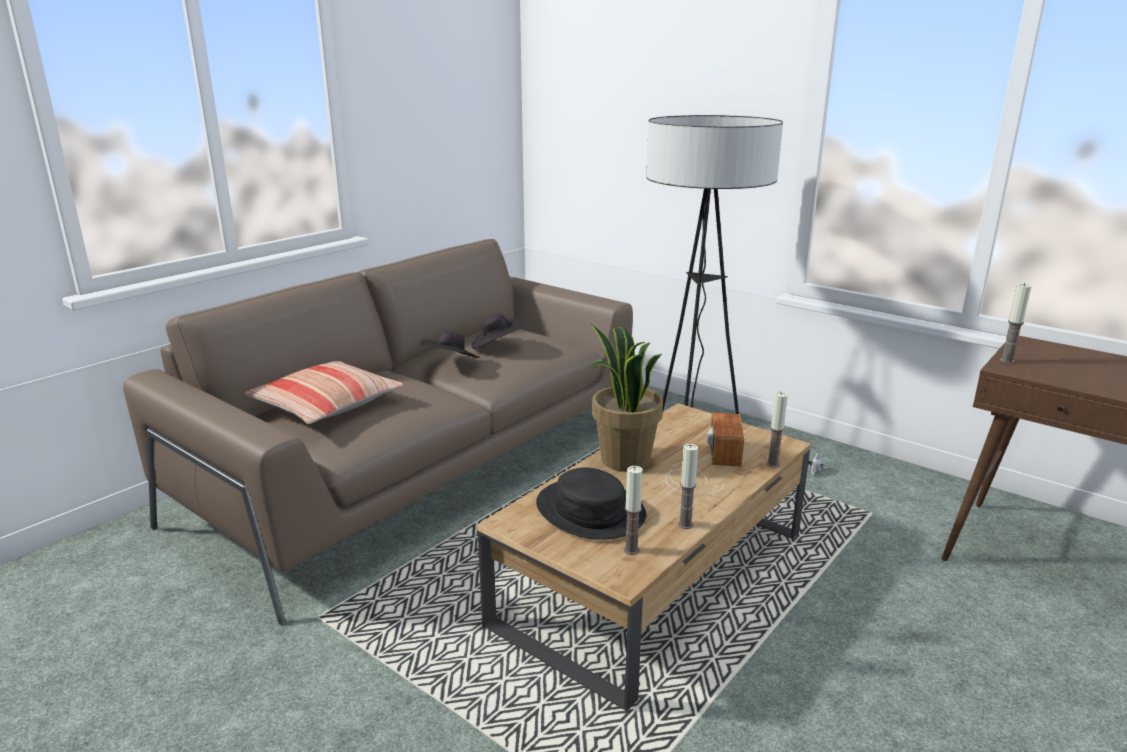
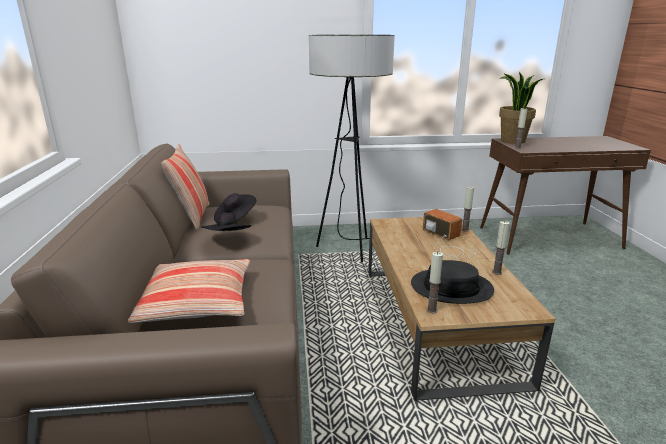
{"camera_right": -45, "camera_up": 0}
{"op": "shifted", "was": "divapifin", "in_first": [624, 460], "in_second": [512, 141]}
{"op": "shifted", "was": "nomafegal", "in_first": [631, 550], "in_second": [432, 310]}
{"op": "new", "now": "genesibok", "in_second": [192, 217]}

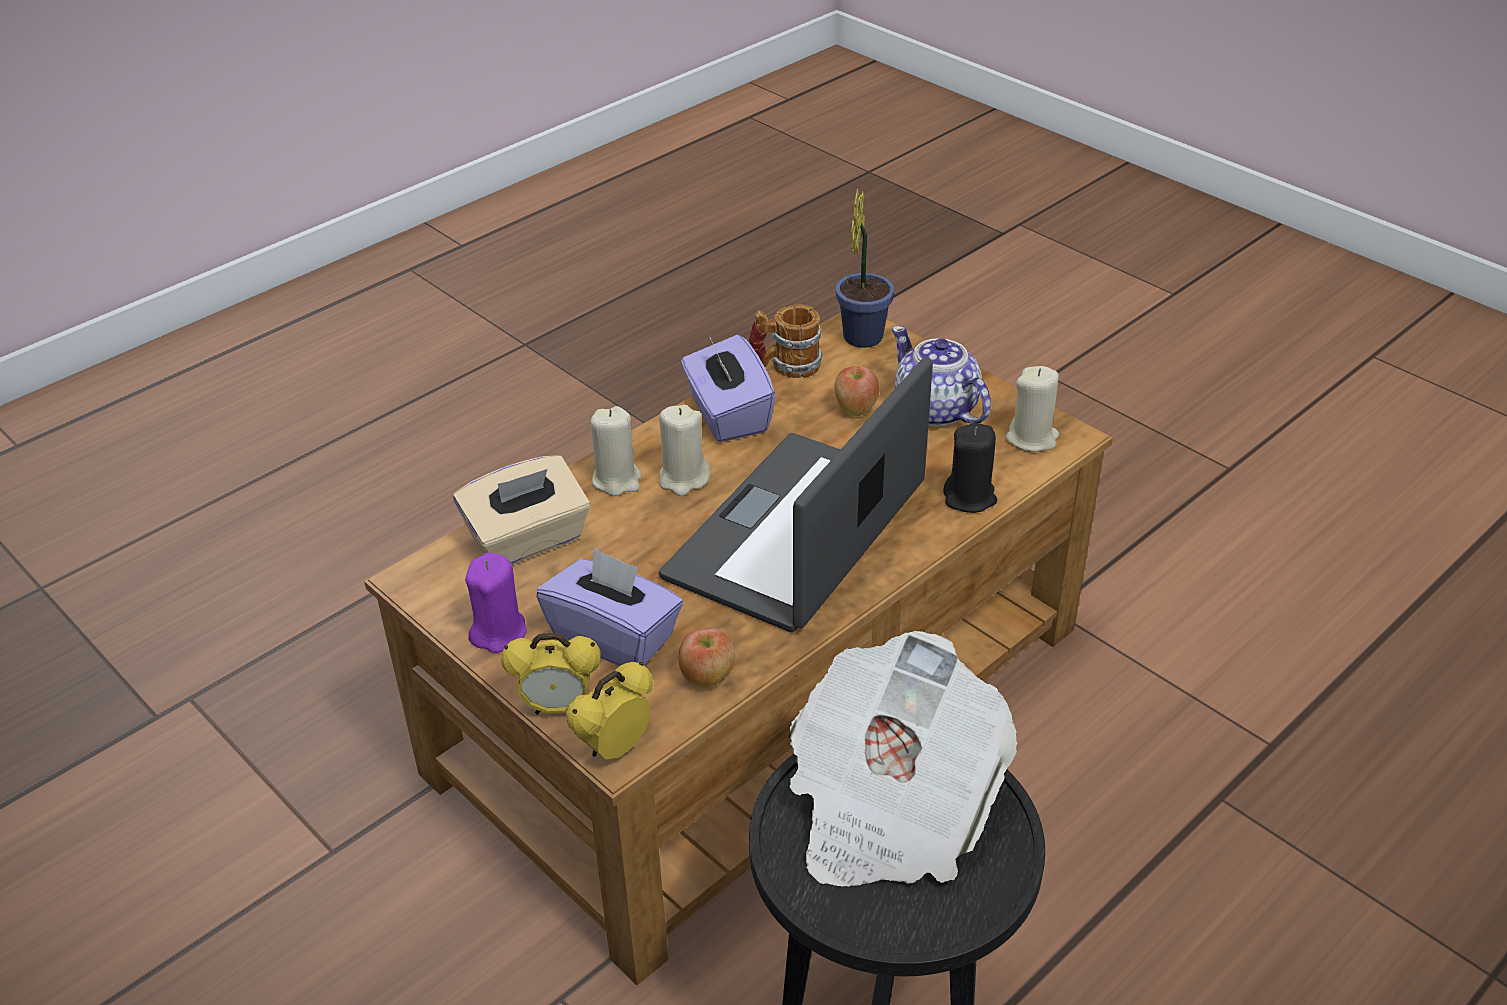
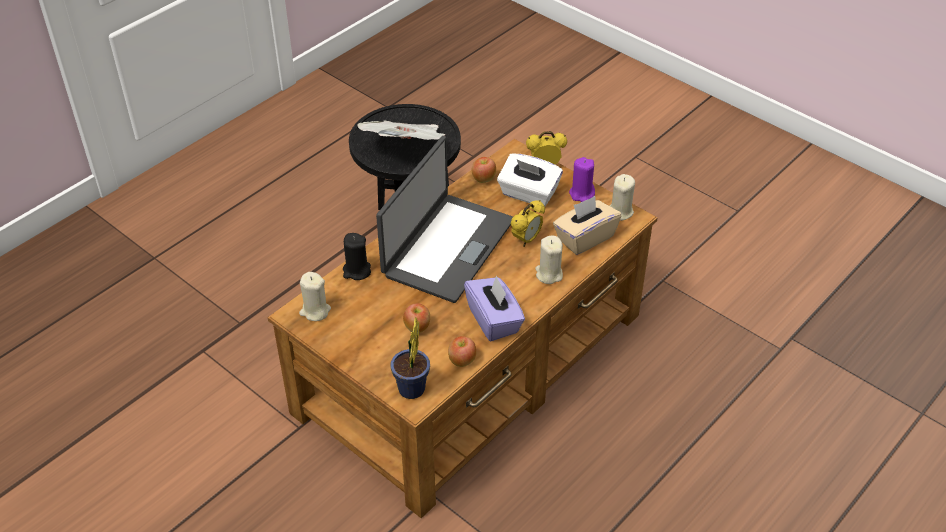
{"camera_right": 175, "camera_up": 5}
{"op": "repainted", "was": "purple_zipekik", "now": "white_zipekik", "in_first": [614, 637], "in_second": [528, 194]}
{"op": "shifted", "was": "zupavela", "in_first": [615, 749], "in_second": [526, 240]}
{"op": "shifted", "was": "beige_nomafegal", "in_first": [683, 478], "in_second": [620, 211]}
{"op": "swapped", "was": "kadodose", "now": "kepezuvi", "in_first": [785, 366], "in_second": [462, 361]}
{"op": "gone", "was": "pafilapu", "in_first": [936, 410]}

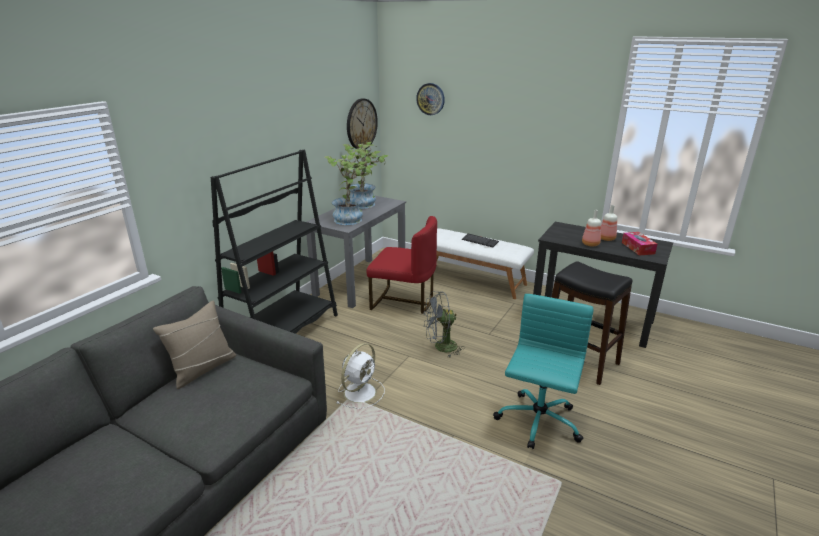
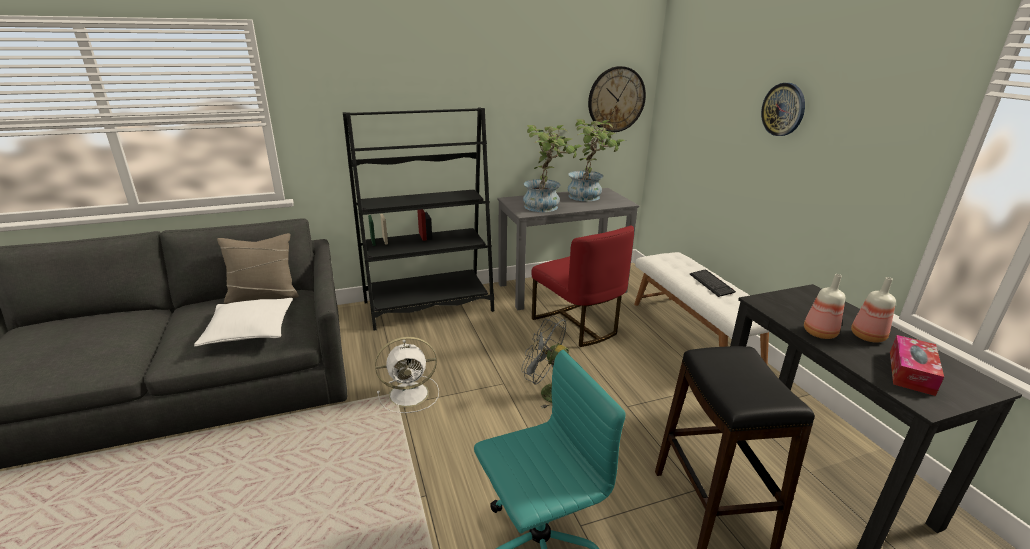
{"camera_right": 40, "camera_up": 0}
{"op": "shifted", "was": "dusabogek", "in_first": [430, 99], "in_second": [783, 109]}
{"op": "new", "now": "white_genesibok", "in_second": [249, 330]}

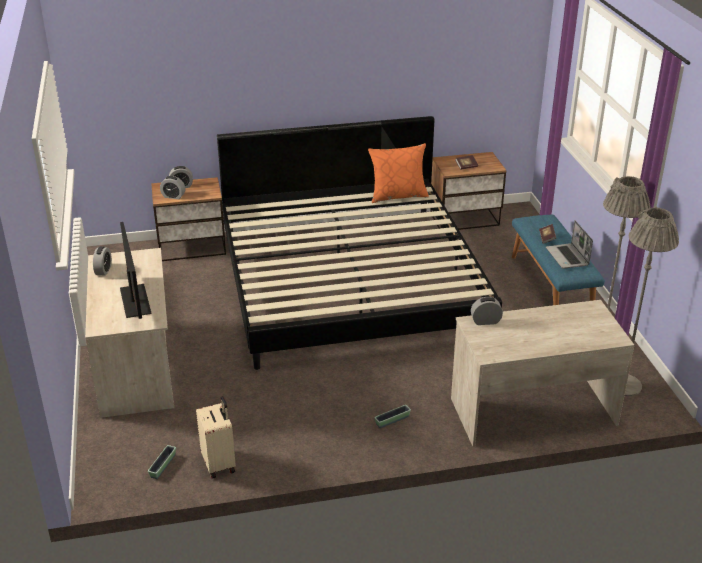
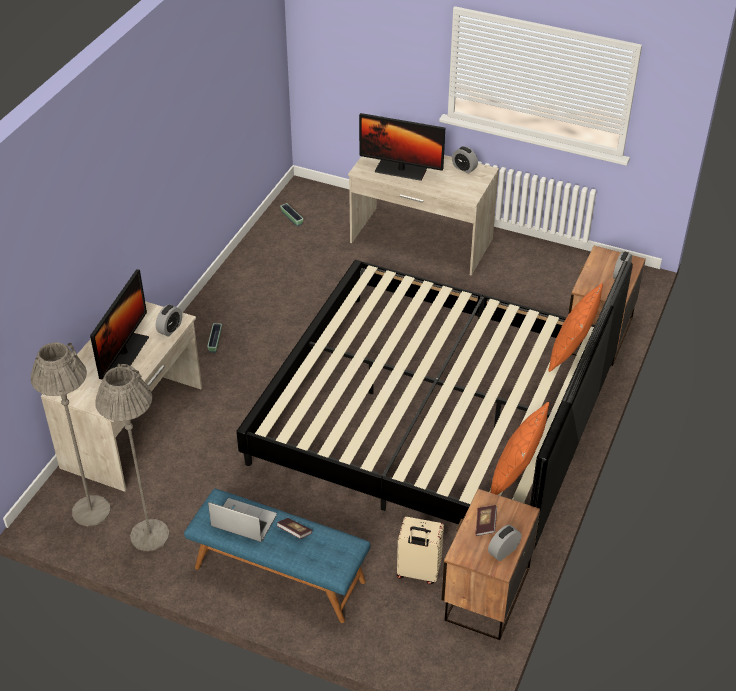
{"camera_right": 125, "camera_up": 10}
{"op": "shifted", "was": "zupavela", "in_first": [173, 196], "in_second": [503, 551]}
{"op": "shifted", "was": "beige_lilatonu", "in_first": [219, 463], "in_second": [418, 572]}
{"op": "new", "now": "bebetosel", "in_second": [125, 353]}
{"op": "new", "now": "orange_genesibok", "in_second": [571, 351]}

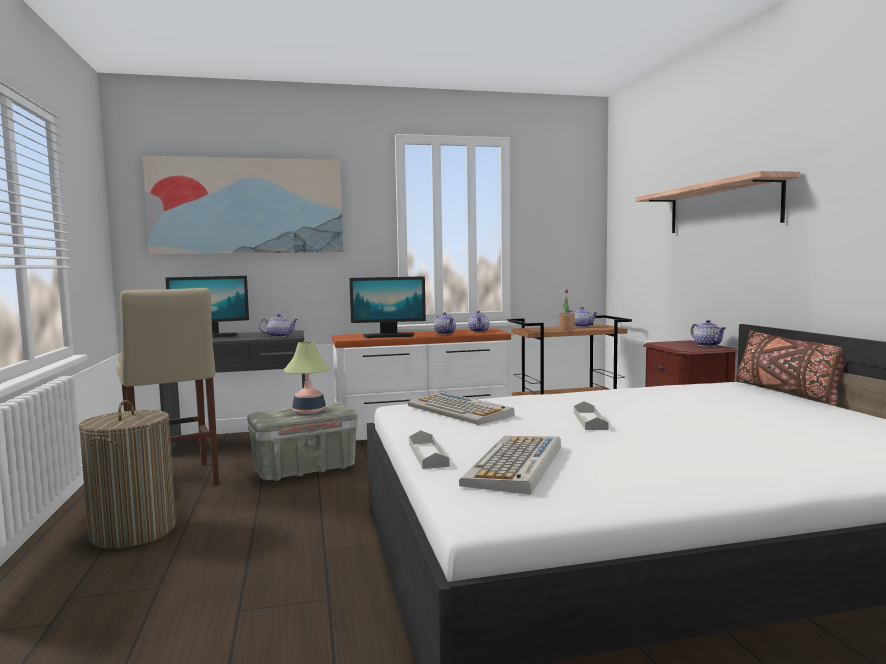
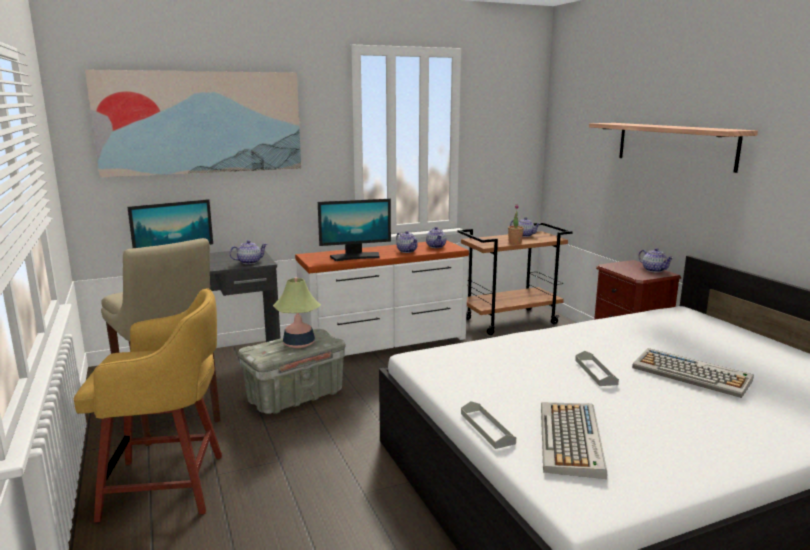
{"camera_right": -10, "camera_up": 10}
{"op": "swapped", "was": "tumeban", "now": "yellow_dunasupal", "in_first": [133, 531], "in_second": [168, 486]}
{"op": "shifted", "was": "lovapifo", "in_first": [460, 410], "in_second": [692, 374]}
{"op": "gone", "was": "brown_genesibok", "in_first": [787, 392]}

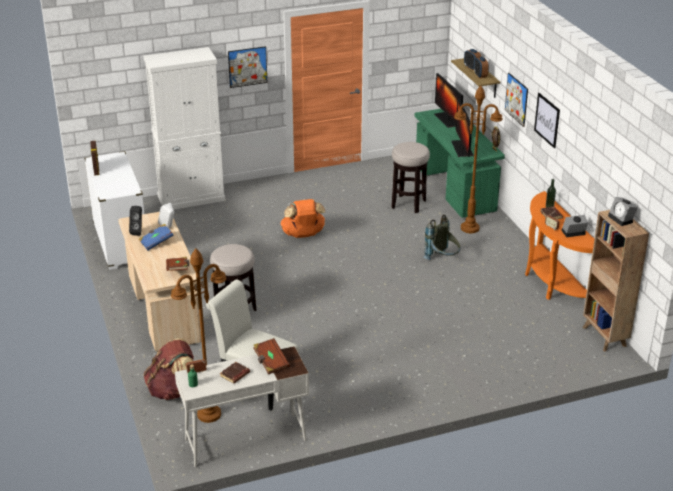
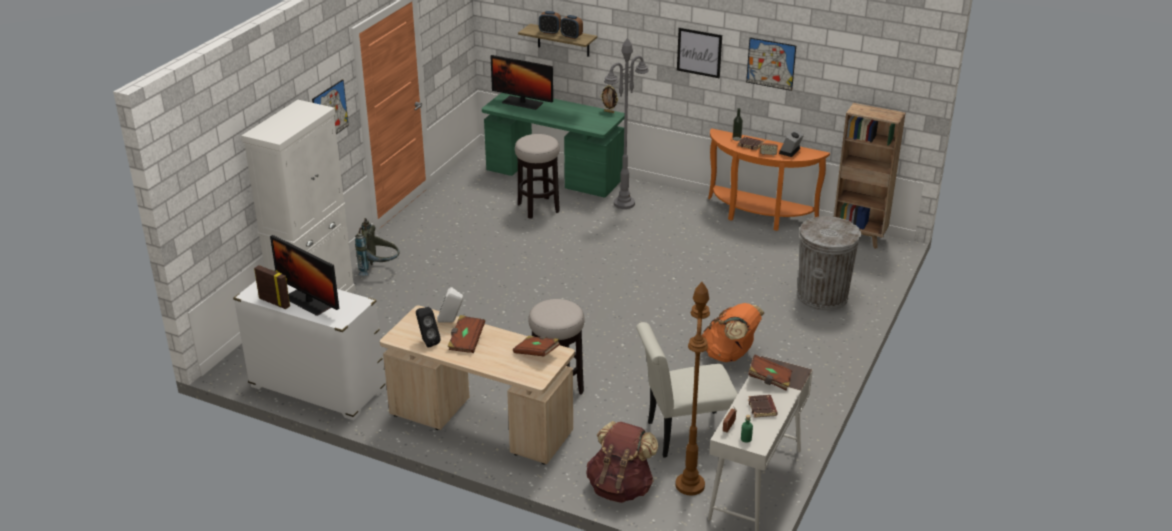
{"camera_right": -45, "camera_up": 0}
{"op": "repainted", "was": "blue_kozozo", "now": "brown_kozozo", "in_first": [156, 242], "in_second": [466, 341]}
{"op": "shifted", "was": "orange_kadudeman", "in_first": [303, 235], "in_second": [730, 355]}
{"op": "shifted", "was": "grey_kadudeman", "in_first": [443, 260], "in_second": [379, 269]}
{"op": "shifted", "was": "bebetosel", "in_first": [462, 148], "in_second": [308, 301]}
{"op": "repainted", "was": "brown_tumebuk", "now": "grey_tumebuk", "in_first": [469, 228], "in_second": [624, 204]}
{"op": "shifted", "was": "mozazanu", "in_first": [516, 99], "in_second": [771, 63]}
{"op": "gone", "was": "zupavela", "in_first": [621, 219]}
{"op": "new", "now": "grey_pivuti", "in_second": [822, 296]}

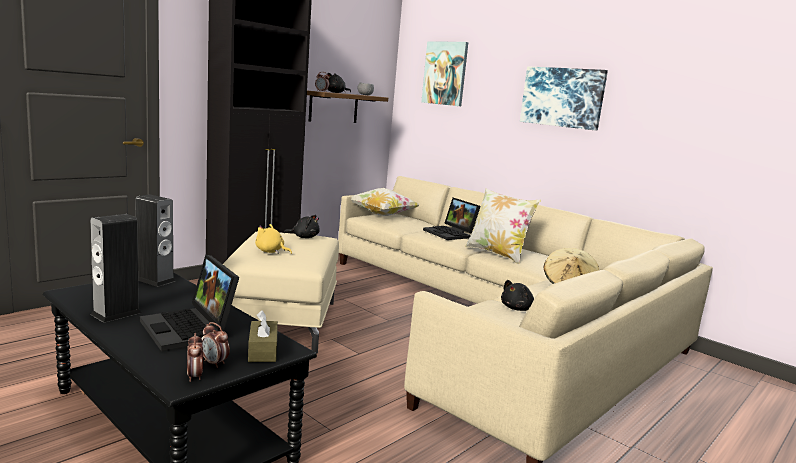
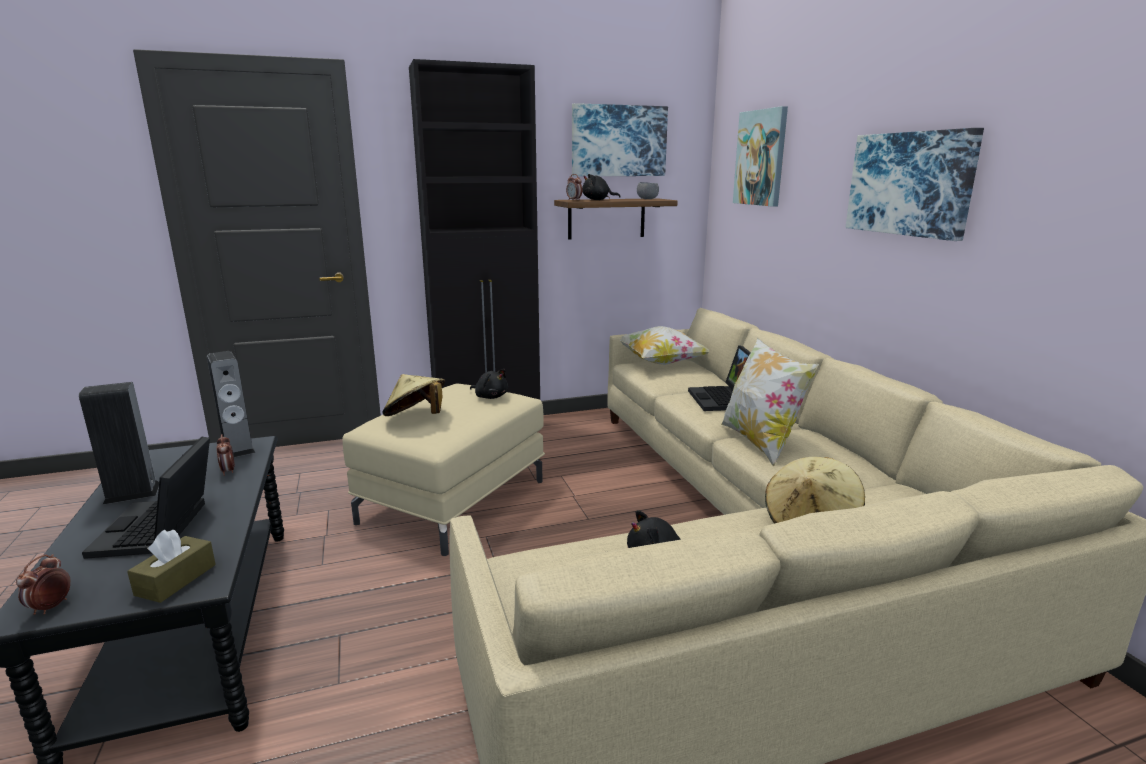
{"camera_right": 30, "camera_up": 5}
{"op": "shifted", "was": "zupavela", "in_first": [214, 363], "in_second": [228, 471]}
{"op": "swapped", "was": "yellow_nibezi", "now": "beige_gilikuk", "in_first": [271, 252], "in_second": [416, 417]}
{"op": "new", "now": "mozazanu", "in_second": [618, 141]}

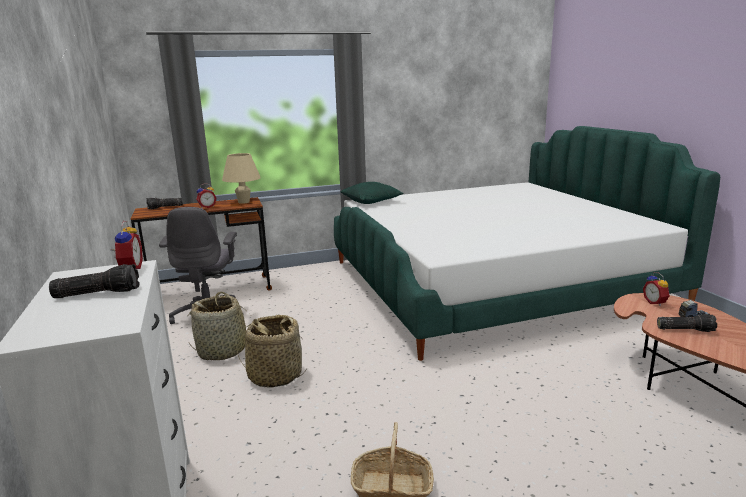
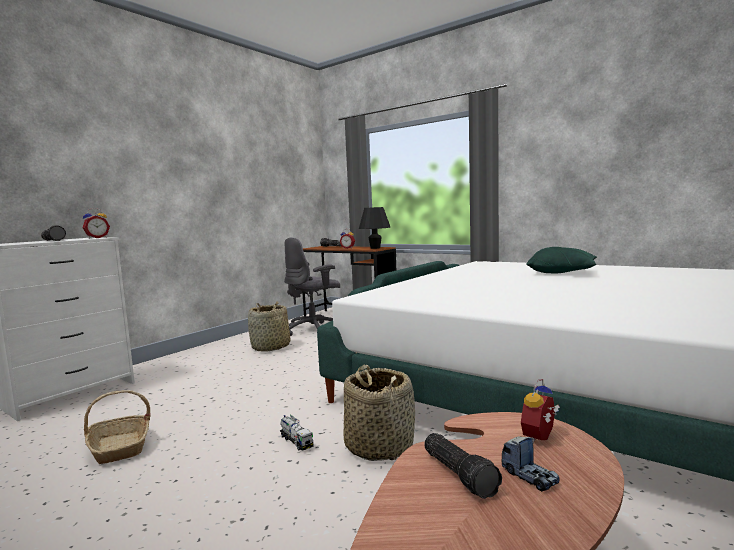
{"camera_right": 55, "camera_up": -10}
{"op": "repainted", "was": "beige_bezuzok", "now": "black_bezuzok", "in_first": [244, 202], "in_second": [375, 248]}
{"op": "shifted", "was": "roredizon", "in_first": [275, 375], "in_second": [379, 446]}
{"op": "shifted", "was": "green_genesibok", "in_first": [372, 201], "in_second": [561, 272]}
{"op": "new", "now": "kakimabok", "in_second": [296, 441]}

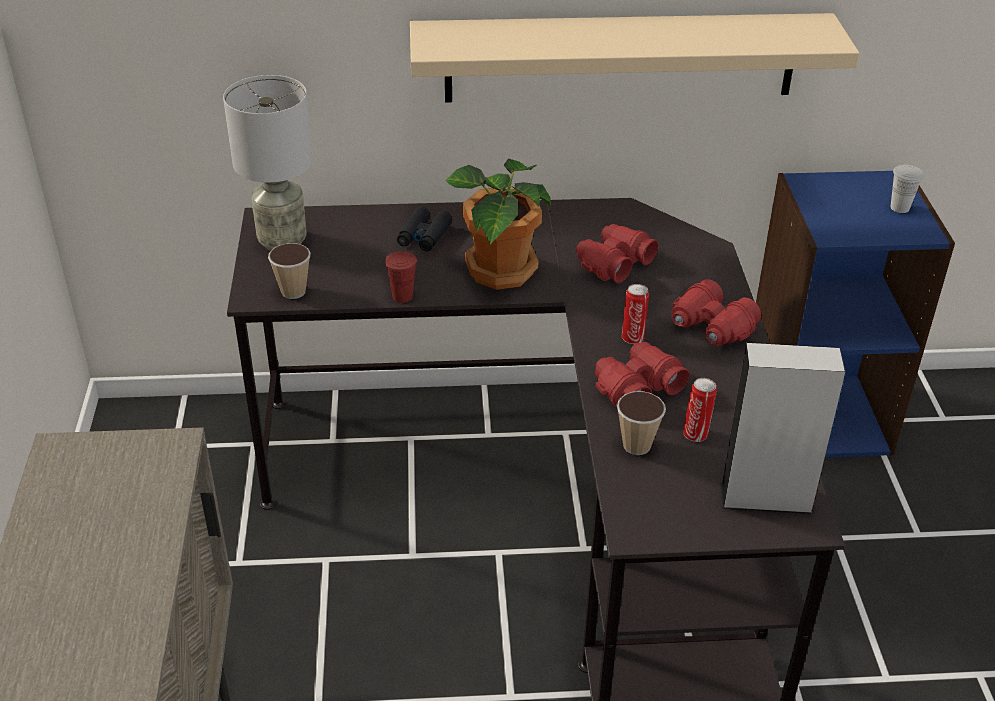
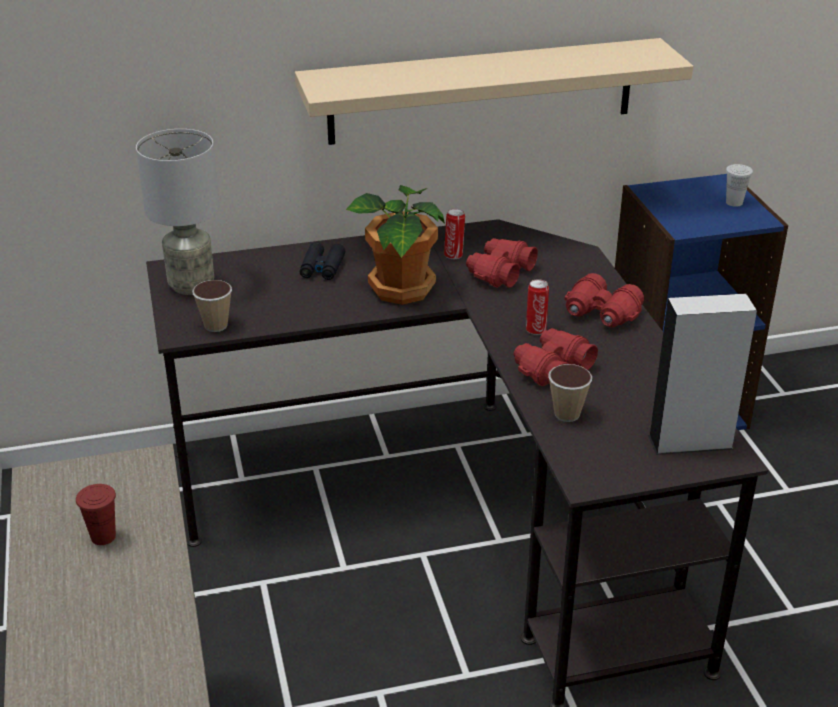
{"camera_right": -10, "camera_up": -5}
{"op": "shifted", "was": "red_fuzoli", "in_first": [402, 296], "in_second": [103, 537]}
{"op": "shifted", "was": "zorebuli", "in_first": [696, 434], "in_second": [454, 255]}

